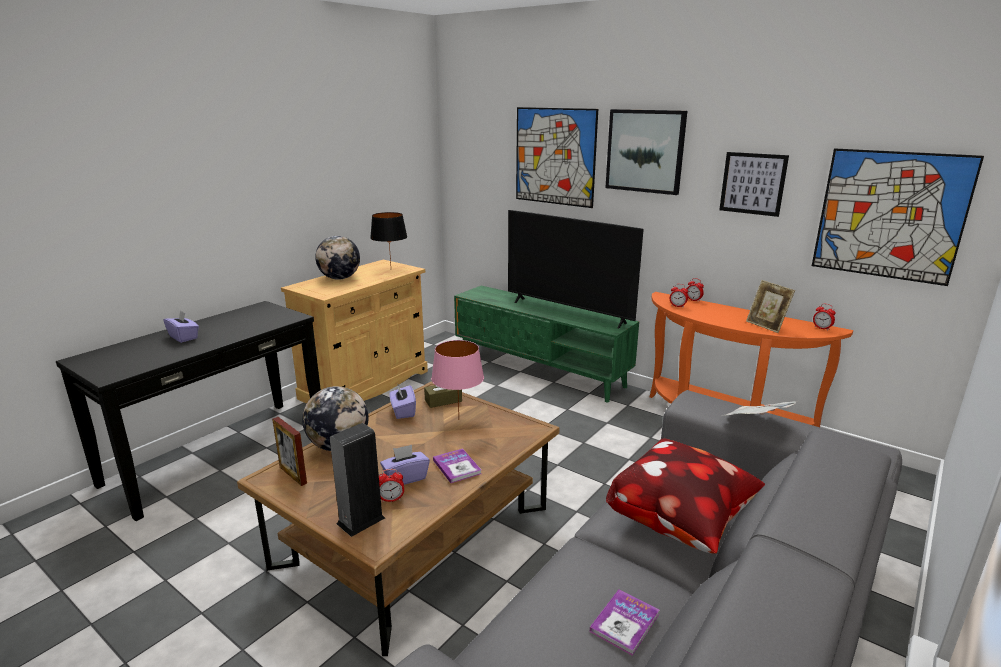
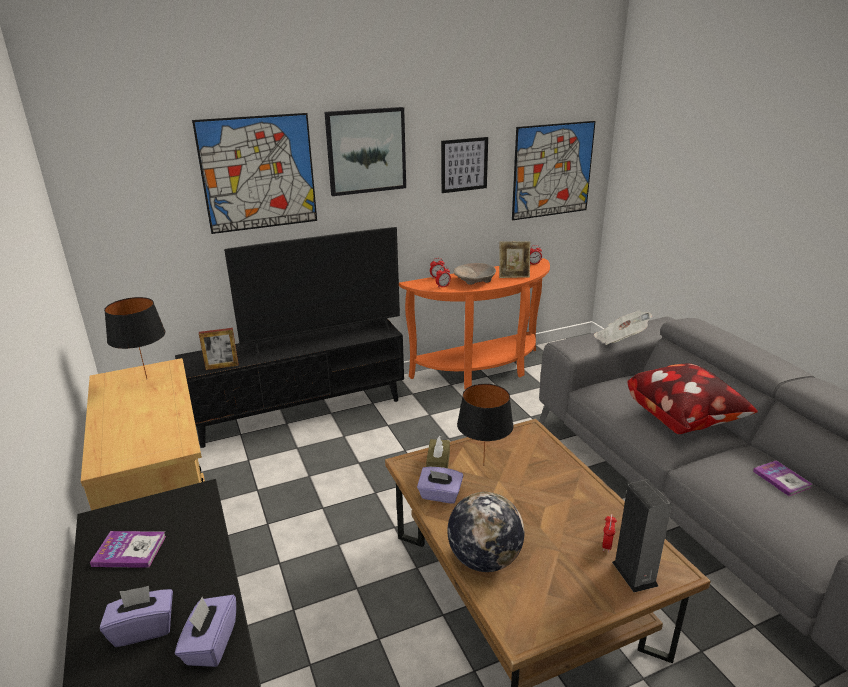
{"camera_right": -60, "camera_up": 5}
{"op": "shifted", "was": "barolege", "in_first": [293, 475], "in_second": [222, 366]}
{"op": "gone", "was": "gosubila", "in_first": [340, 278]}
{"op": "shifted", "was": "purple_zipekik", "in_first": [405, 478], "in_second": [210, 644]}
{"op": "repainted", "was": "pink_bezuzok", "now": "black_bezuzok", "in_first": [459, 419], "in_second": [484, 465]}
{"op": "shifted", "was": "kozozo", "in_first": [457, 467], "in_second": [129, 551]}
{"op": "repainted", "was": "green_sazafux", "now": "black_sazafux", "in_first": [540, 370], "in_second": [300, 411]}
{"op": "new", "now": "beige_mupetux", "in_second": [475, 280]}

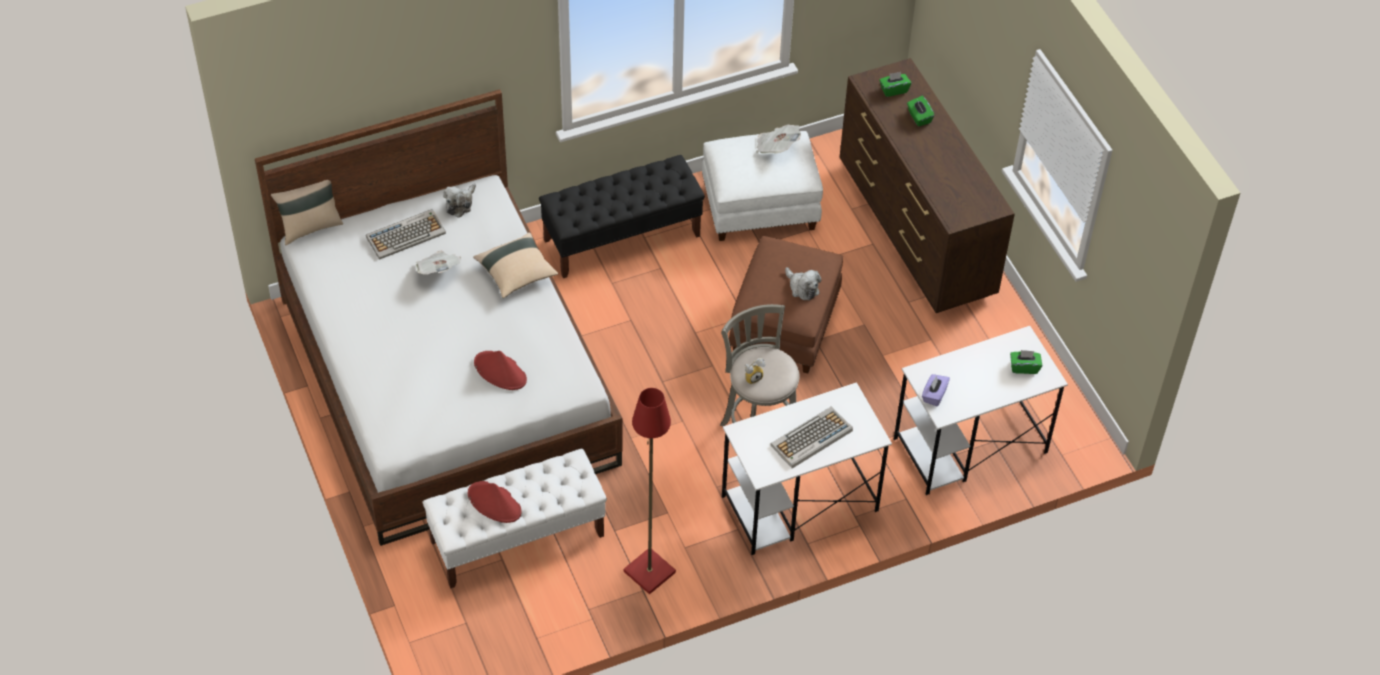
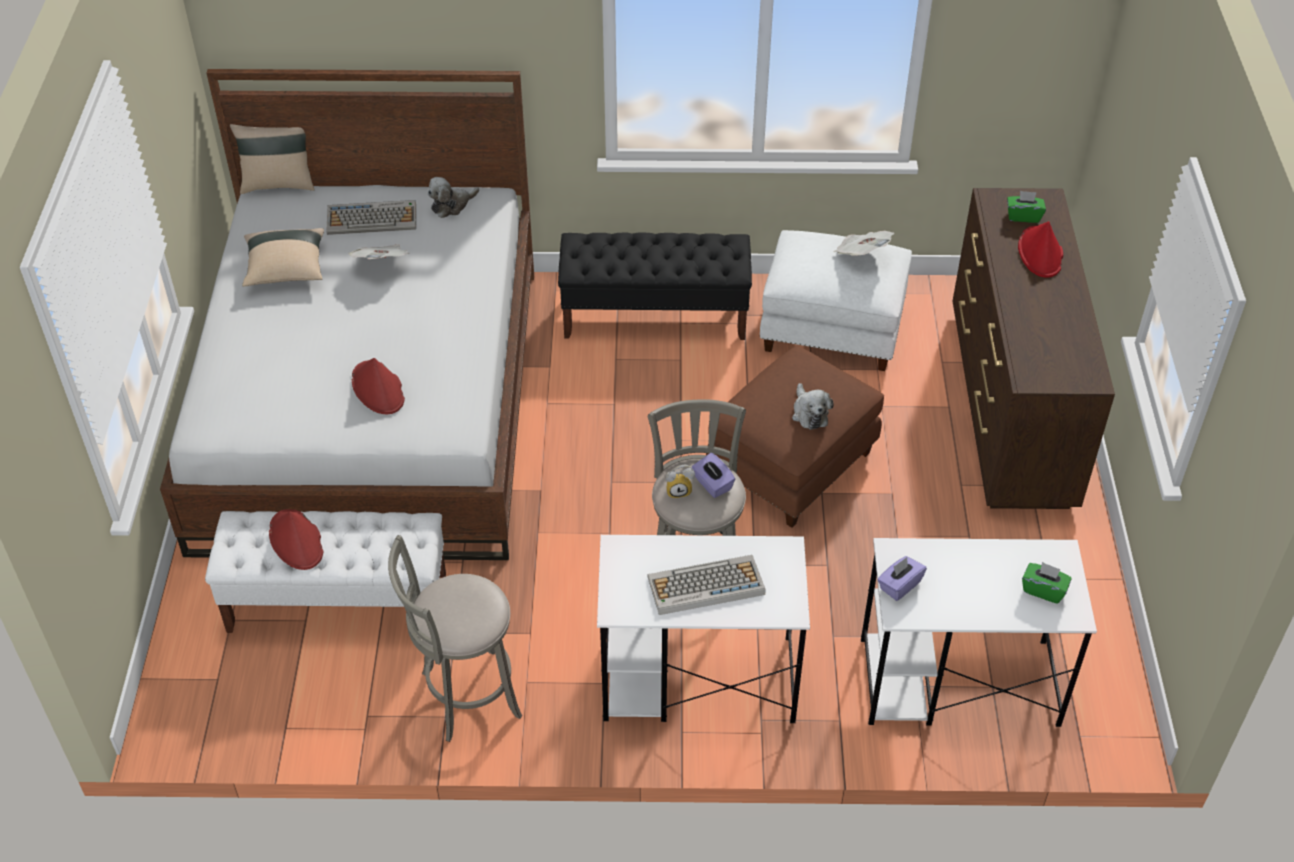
{"camera_right": 25, "camera_up": -5}
{"op": "shifted", "was": "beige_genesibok", "in_first": [516, 273], "in_second": [286, 269]}
{"op": "swapped", "was": "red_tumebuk", "now": "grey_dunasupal", "in_first": [648, 572], "in_second": [465, 696]}
{"op": "swapped", "was": "green_zipekik", "now": "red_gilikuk", "in_first": [919, 117], "in_second": [1040, 253]}
{"op": "new", "now": "purple_zipekik", "in_second": [712, 484]}

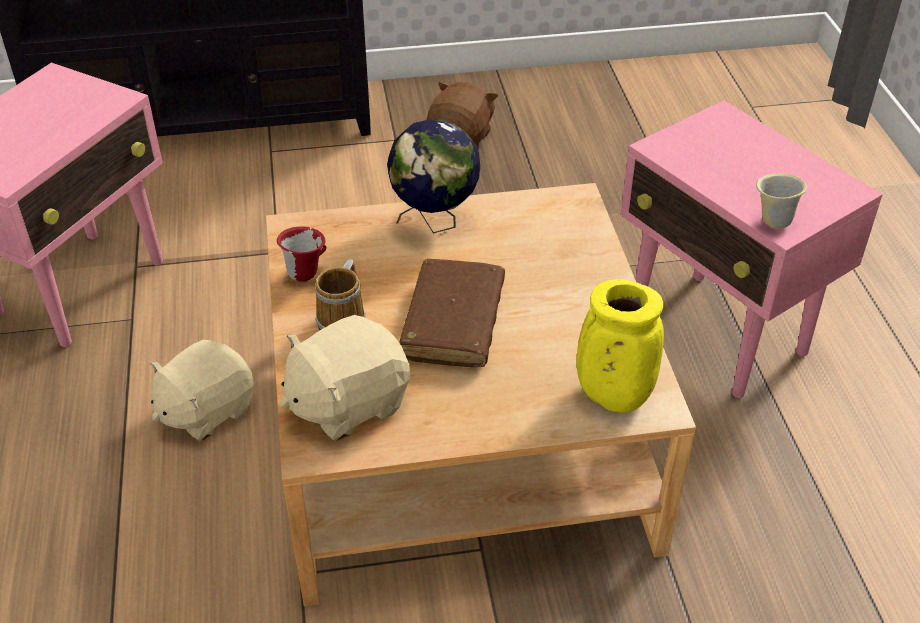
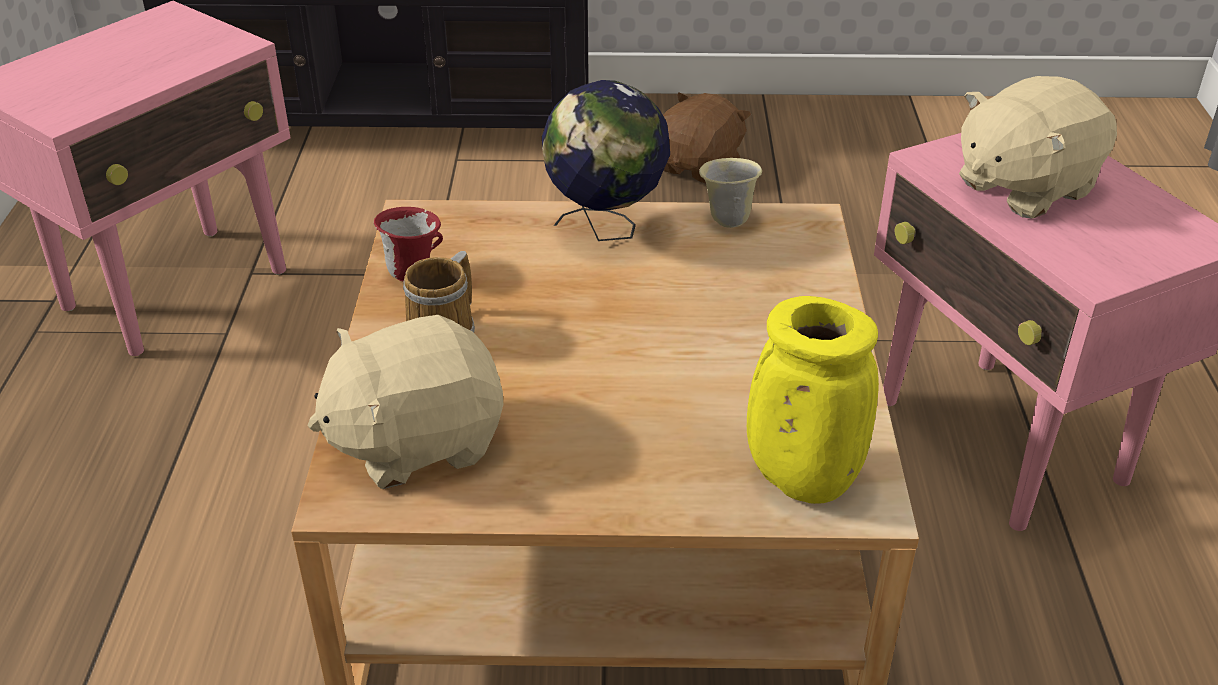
{"camera_right": 10, "camera_up": -5}
{"op": "shifted", "was": "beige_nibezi", "in_first": [206, 410], "in_second": [1023, 187]}
{"op": "gone", "was": "brown_kozozo", "in_first": [453, 323]}
{"op": "shifted", "was": "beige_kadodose", "in_first": [772, 221], "in_second": [727, 219]}

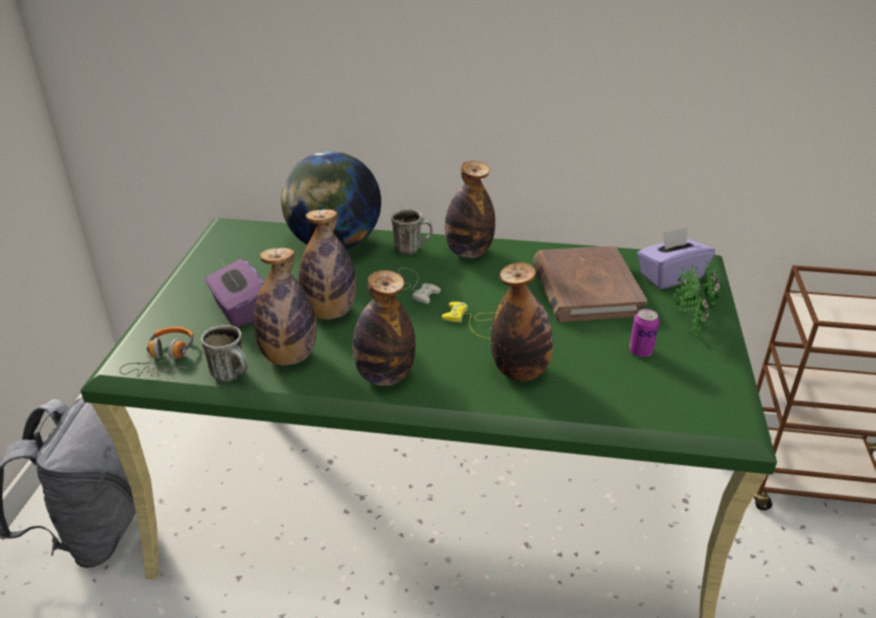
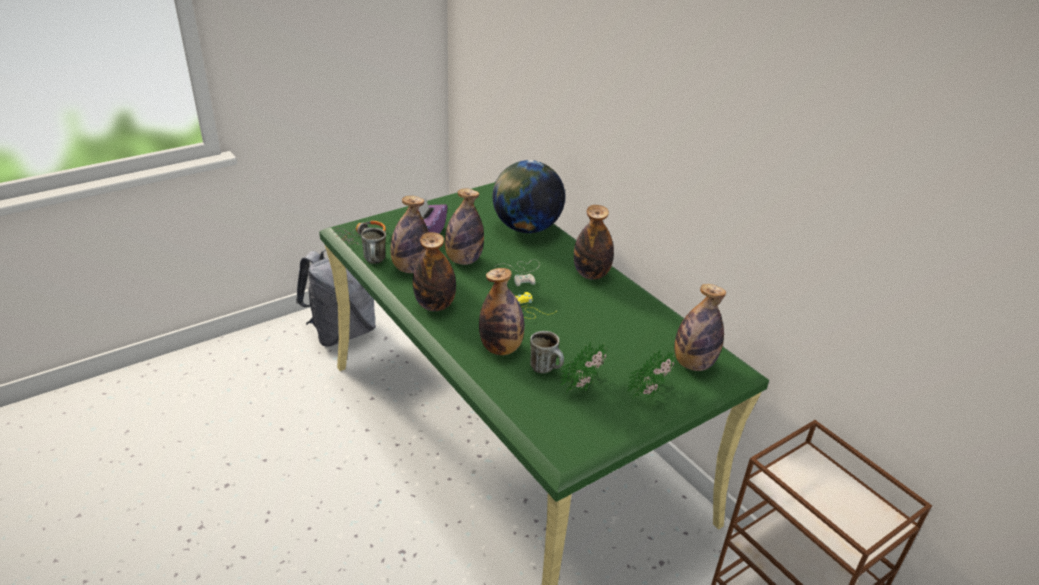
{"camera_right": 45, "camera_up": 0}
{"op": "shifted", "was": "kadodose", "in_first": [412, 248], "in_second": [546, 368]}
{"op": "gone", "was": "brown_kozozo", "in_first": [585, 289]}
{"op": "swapped", "was": "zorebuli", "now": "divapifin", "in_first": [640, 351], "in_second": [586, 386]}
{"op": "swapped", "was": "purple_zipekik", "now": "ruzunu", "in_first": [670, 276], "in_second": [693, 364]}

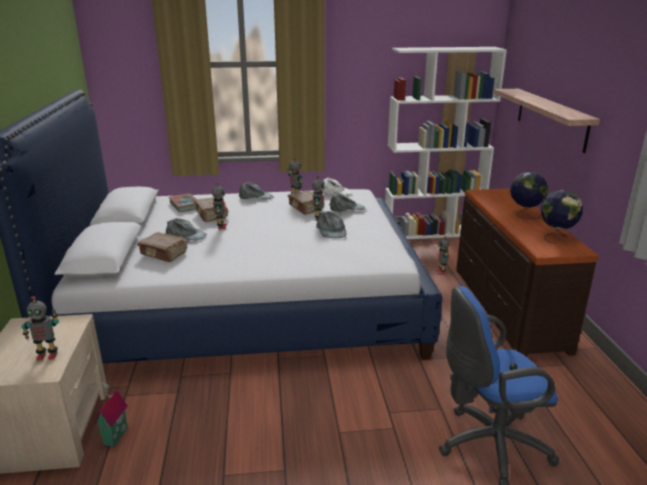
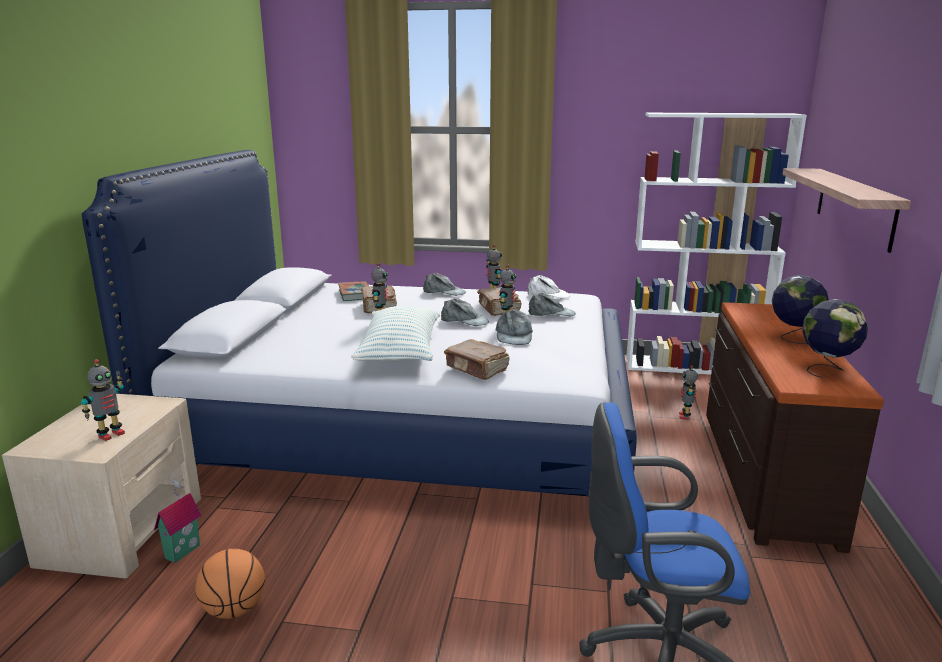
{"camera_right": 15, "camera_up": -5}
{"op": "rotated", "was": "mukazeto", "in_first": [47, 355], "in_second": [110, 434], "clockwise": -60}
{"op": "shifted", "was": "brown_kozozo", "in_first": [164, 254], "in_second": [477, 369]}
{"op": "shifted", "was": "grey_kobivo", "in_first": [186, 235], "in_second": [464, 320]}
{"op": "new", "now": "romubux", "in_second": [234, 610]}
{"op": "new", "now": "genesibok", "in_second": [400, 352]}

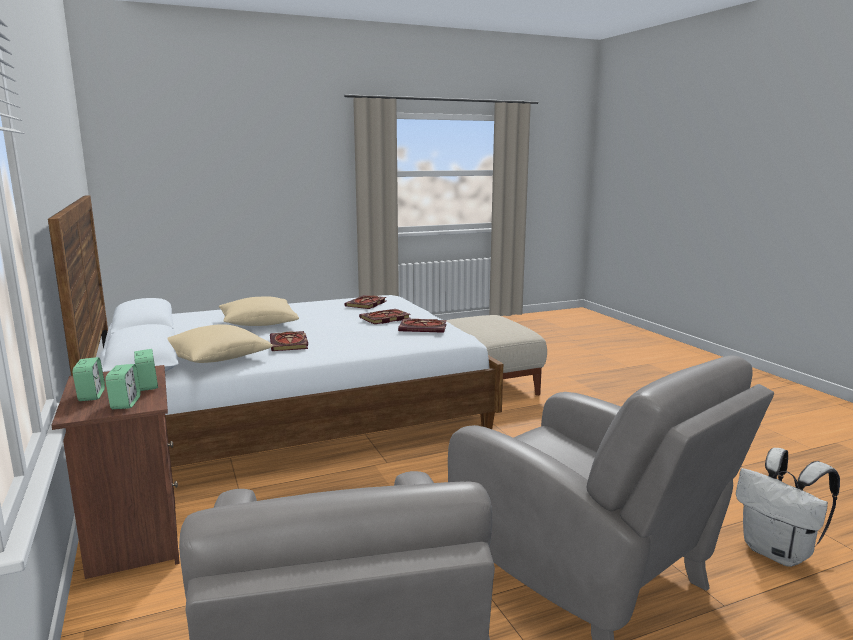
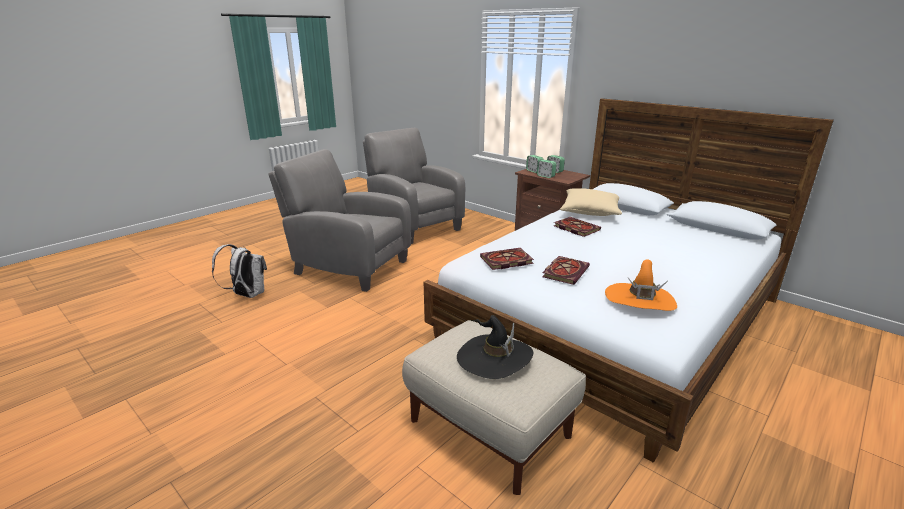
{"camera_right": 155, "camera_up": 10}
{"op": "gone", "was": "beige_genesibok", "in_first": [258, 324]}
{"op": "swapped", "was": "kozozo", "now": "orange_gilikuk", "in_first": [366, 304], "in_second": [640, 300]}
{"op": "new", "now": "black_gilikuk", "in_second": [494, 358]}

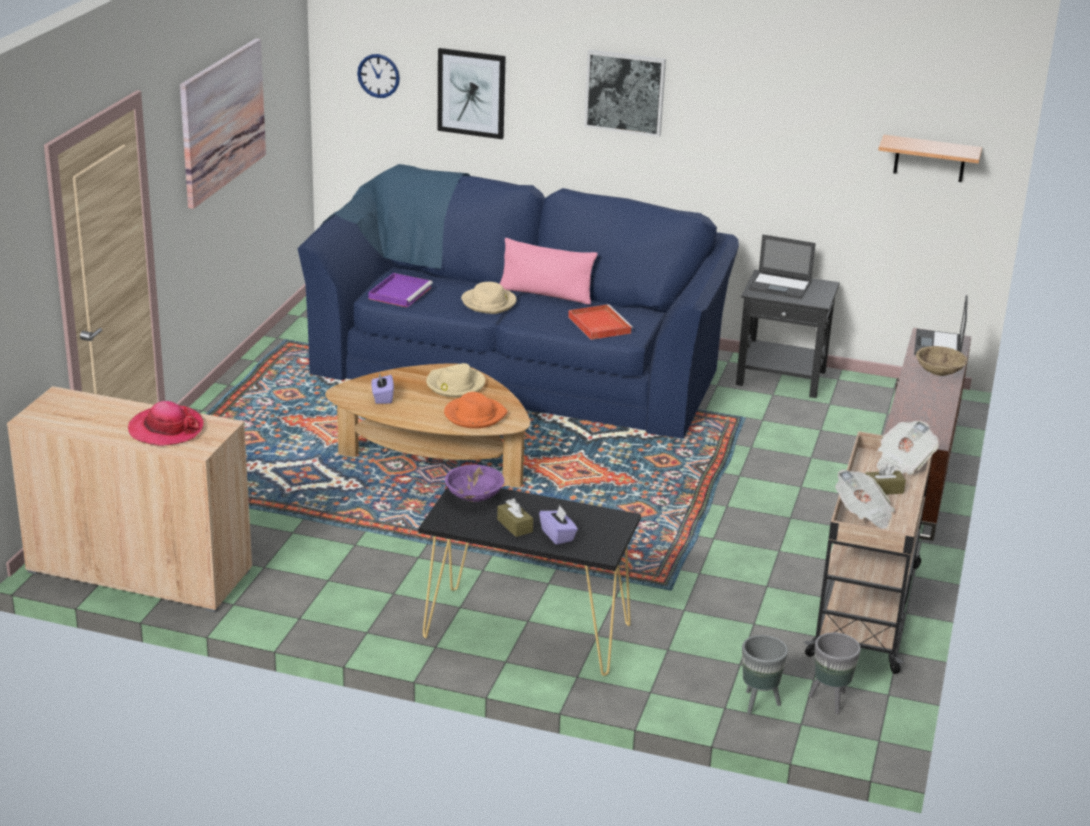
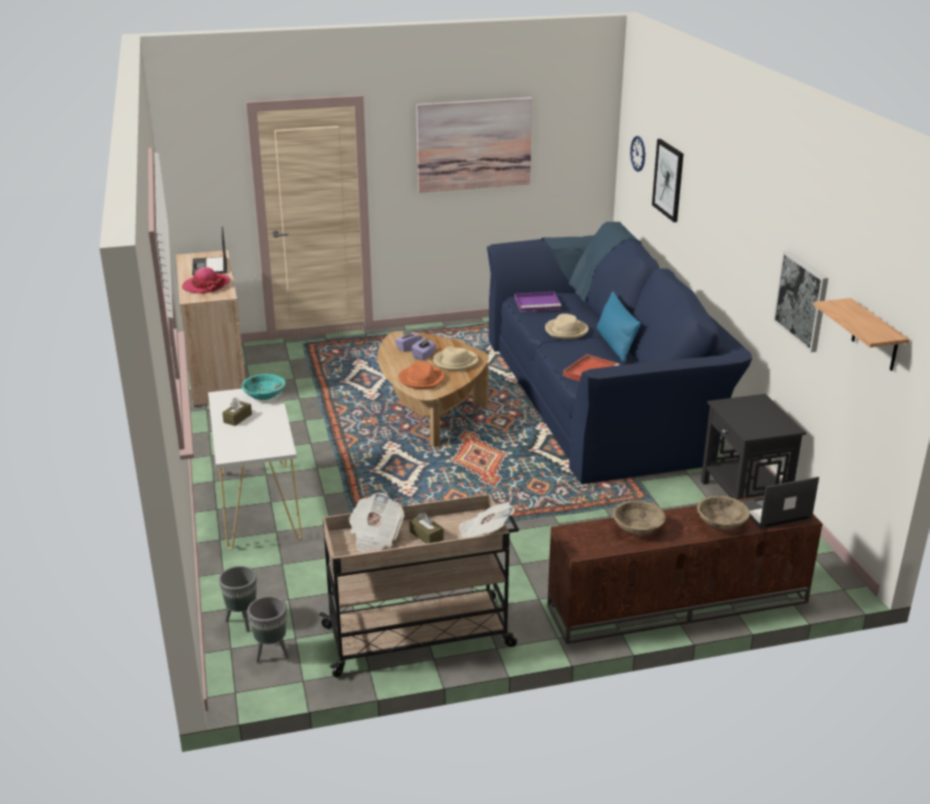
{"camera_right": 60, "camera_up": 0}
{"op": "repainted", "was": "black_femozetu", "now": "white_femozetu", "in_first": [526, 631], "in_second": [258, 504]}
{"op": "repainted", "was": "purple_mupetux", "now": "turquoise_mupetux", "in_first": [474, 496], "in_second": [264, 396]}
{"op": "repainted", "was": "pink_genesibok", "now": "blue_genesibok", "in_first": [546, 294], "in_second": [615, 344]}
{"op": "shifted", "was": "purple_zipekik", "in_first": [558, 535], "in_second": [424, 356]}
{"op": "shifted", "was": "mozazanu", "in_first": [625, 92], "in_second": [802, 300]}
{"op": "shifted", "was": "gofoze", "in_first": [781, 286], "in_second": [210, 267]}
{"op": "new", "now": "beige_mupetux", "in_second": [637, 528]}

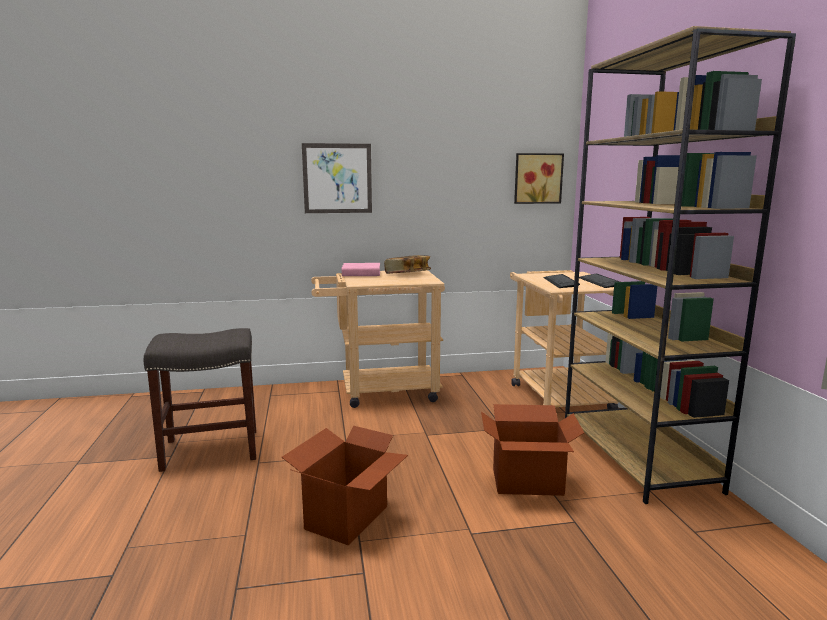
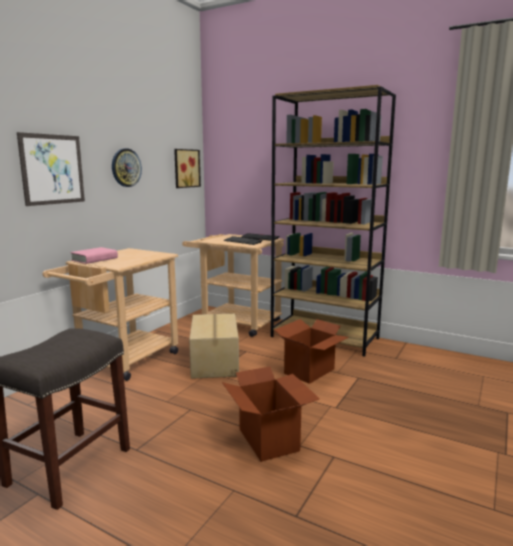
{"camera_right": -50, "camera_up": 0}
{"op": "gone", "was": "kozozo", "in_first": [407, 274]}
{"op": "new", "now": "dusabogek", "in_second": [126, 167]}
{"op": "new", "now": "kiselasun", "in_second": [215, 361]}

